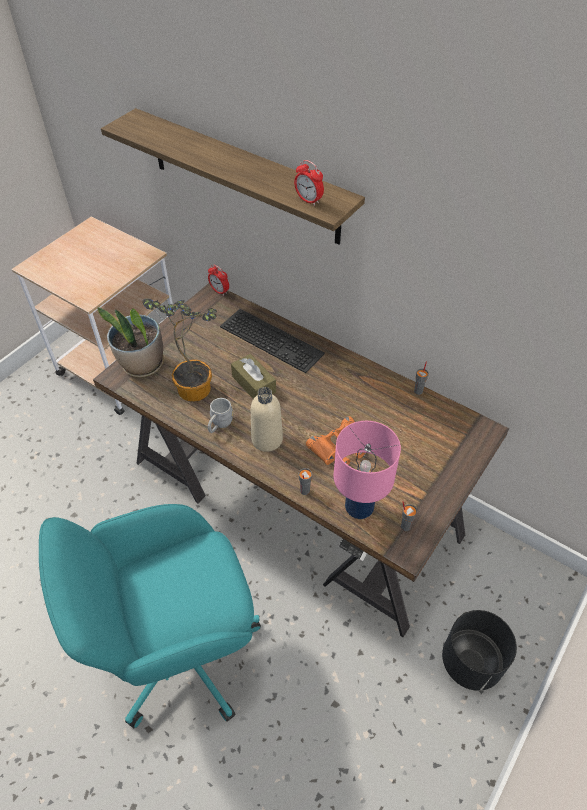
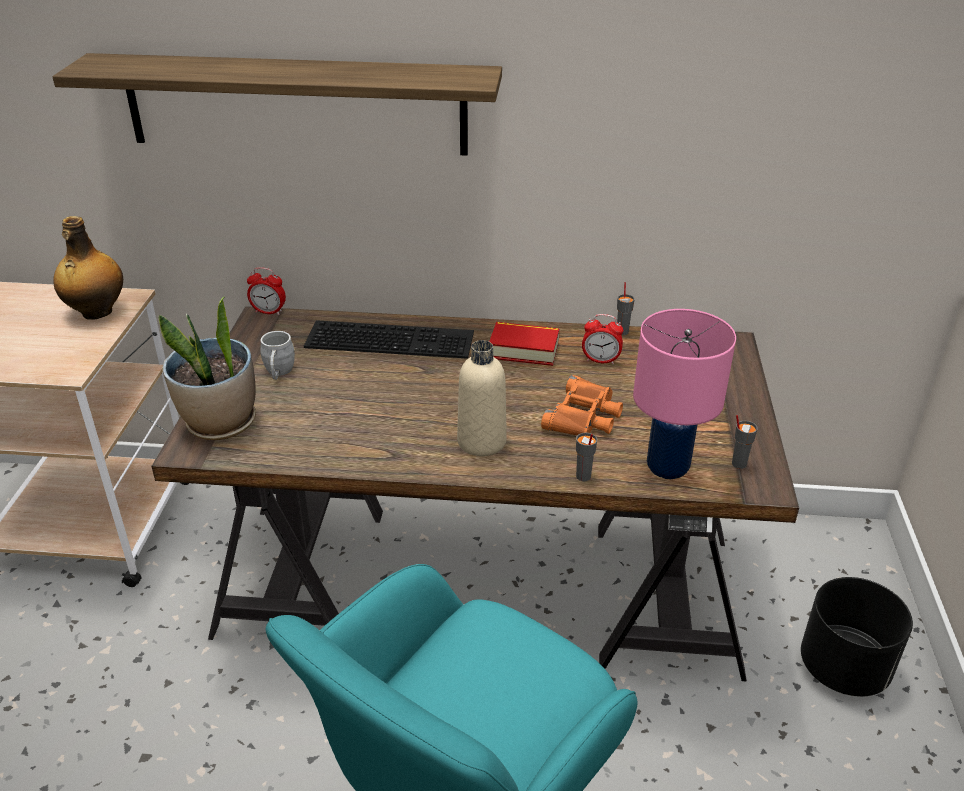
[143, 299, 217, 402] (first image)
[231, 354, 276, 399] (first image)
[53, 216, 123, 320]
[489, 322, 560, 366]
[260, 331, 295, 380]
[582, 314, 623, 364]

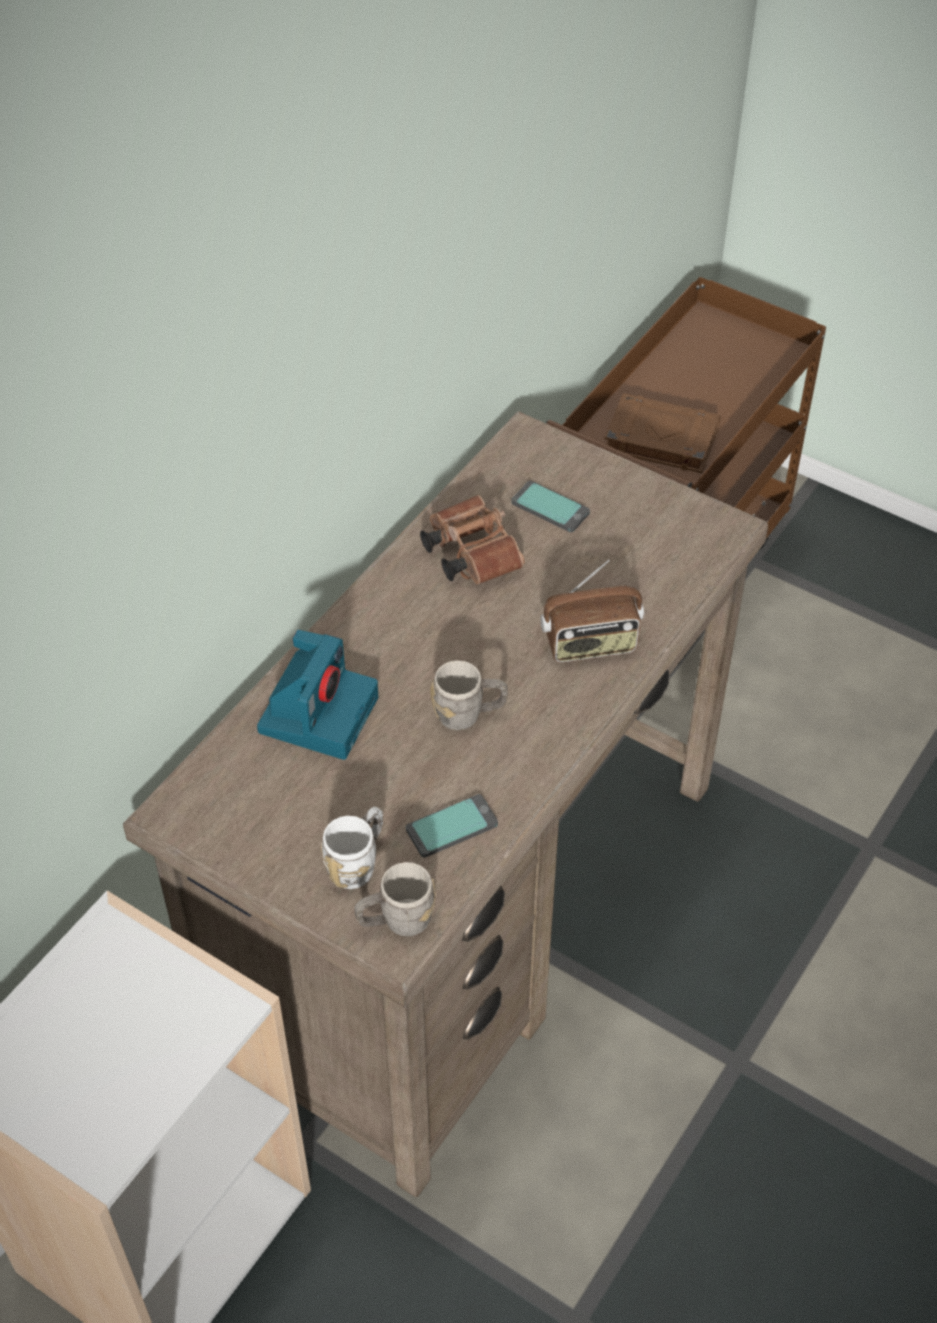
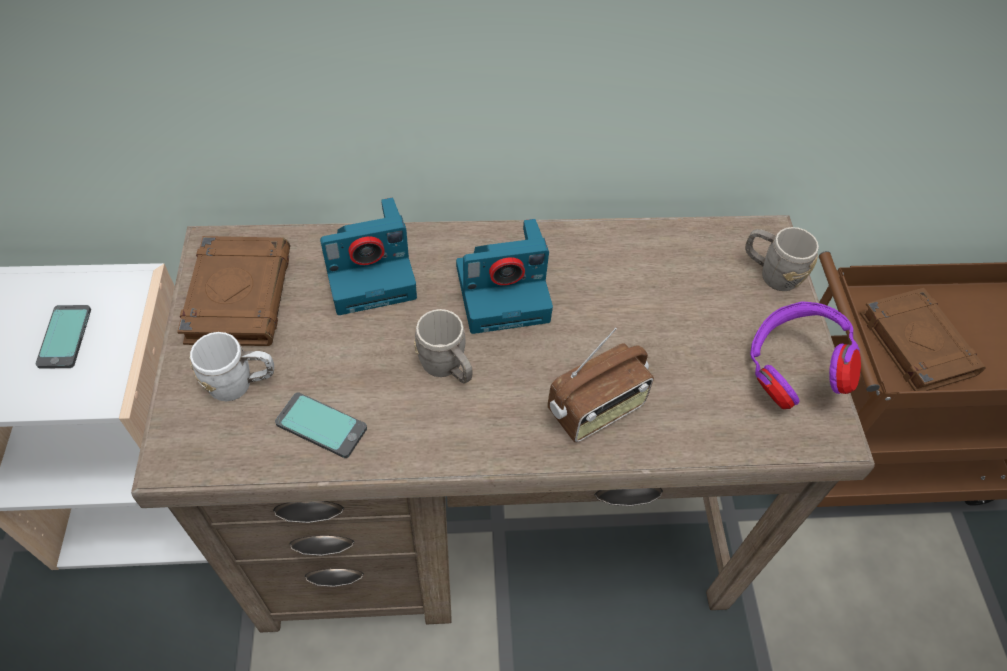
[420, 495, 525, 585] (first image)
[177, 236, 290, 346]
[456, 219, 553, 334]
[750, 302, 861, 409]
[745, 227, 819, 291]
[35, 305, 91, 369]
[547, 328, 654, 442]

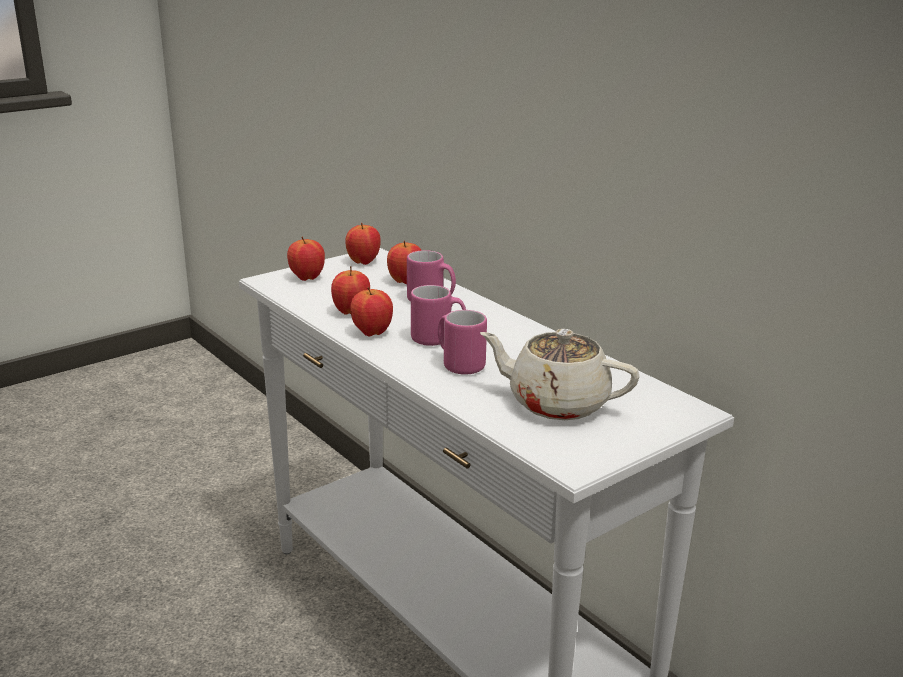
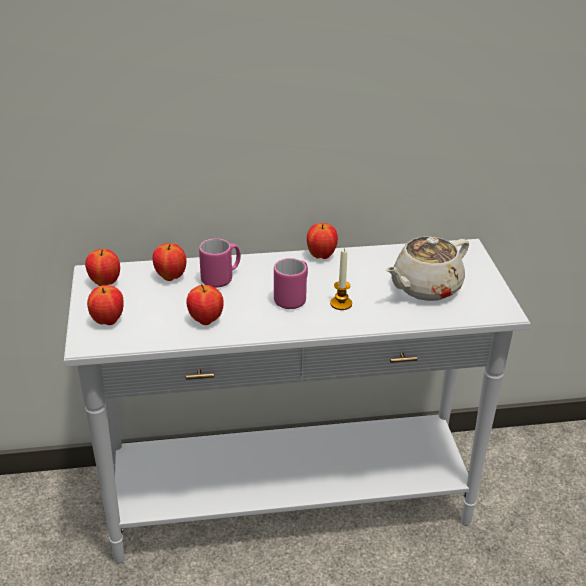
[307, 223, 338, 259]
[330, 249, 352, 310]

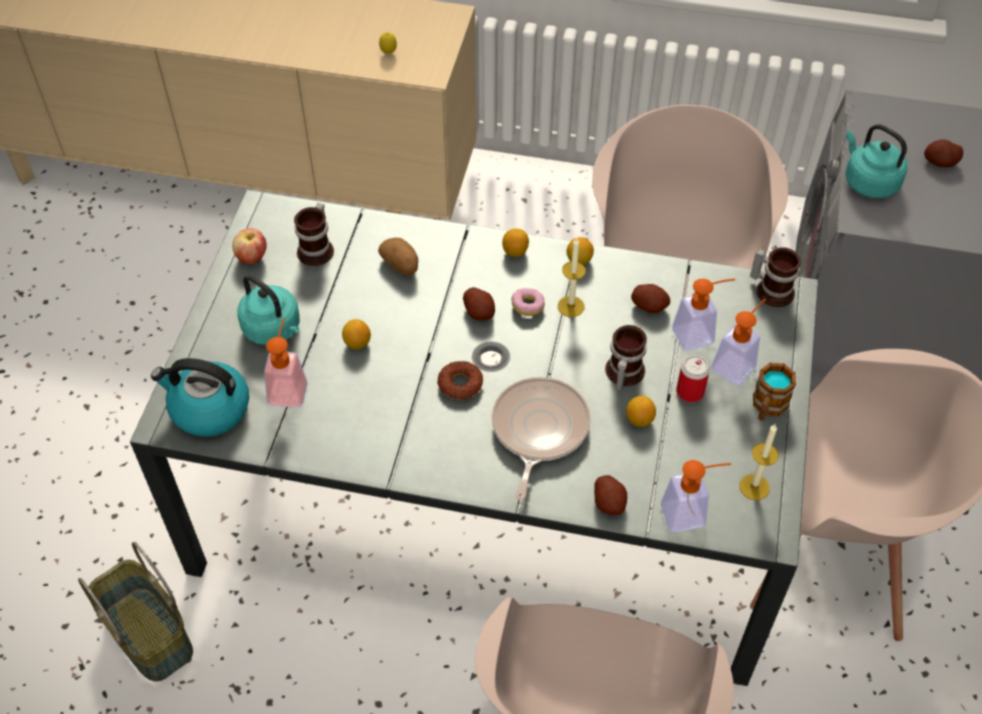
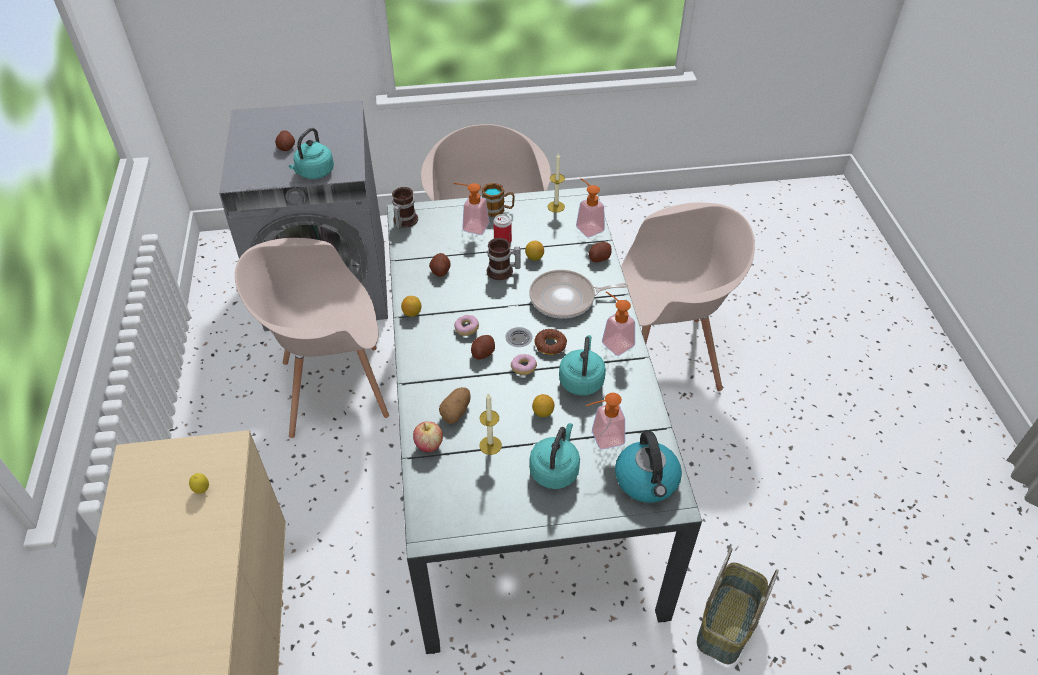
[294, 203, 334, 266] (first image)
[502, 229, 529, 257] (first image)
[511, 354, 537, 375]
[559, 335, 606, 396]
[413, 421, 443, 452]
[479, 393, 502, 455]
[602, 291, 635, 356]

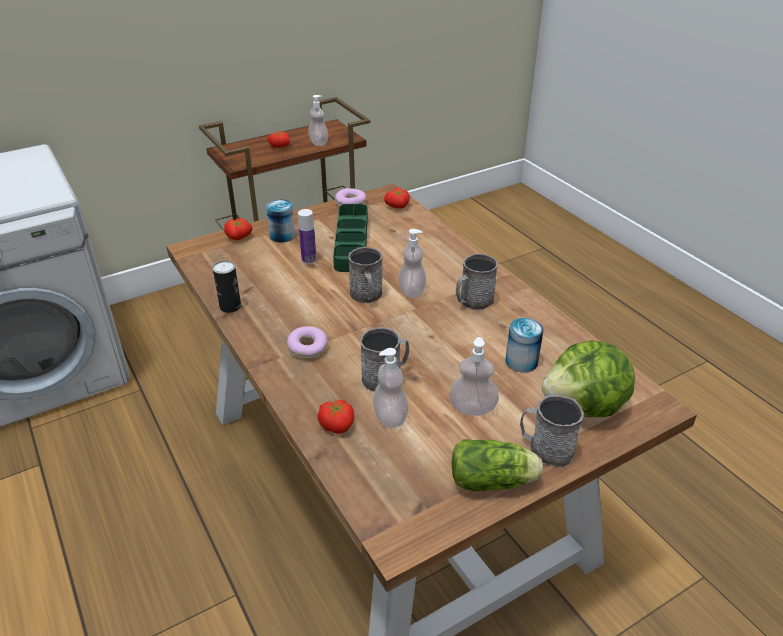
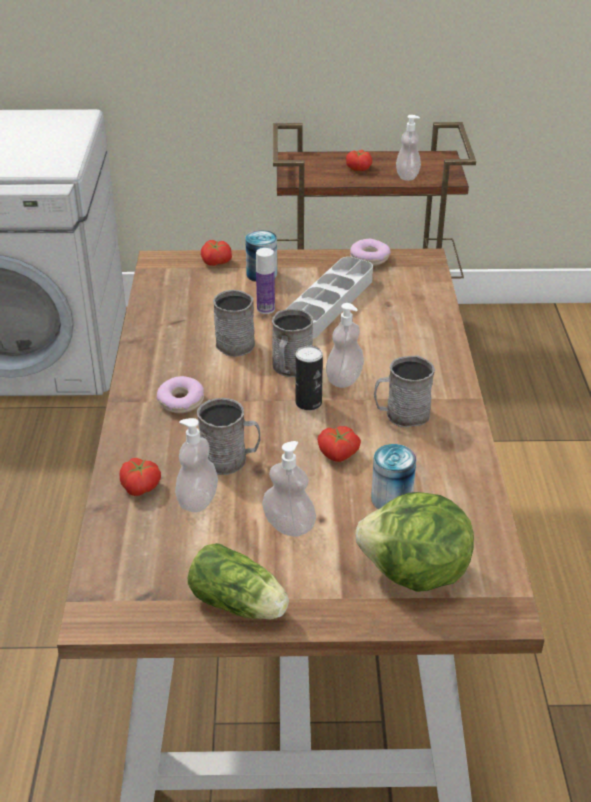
[295, 345, 323, 410]
[317, 426, 361, 462]
[213, 290, 255, 357]
[286, 257, 373, 339]

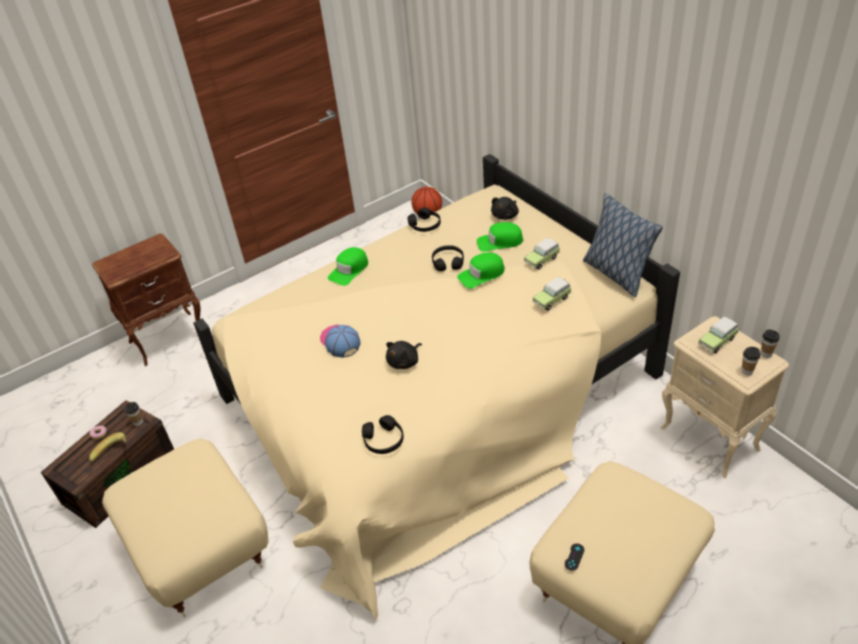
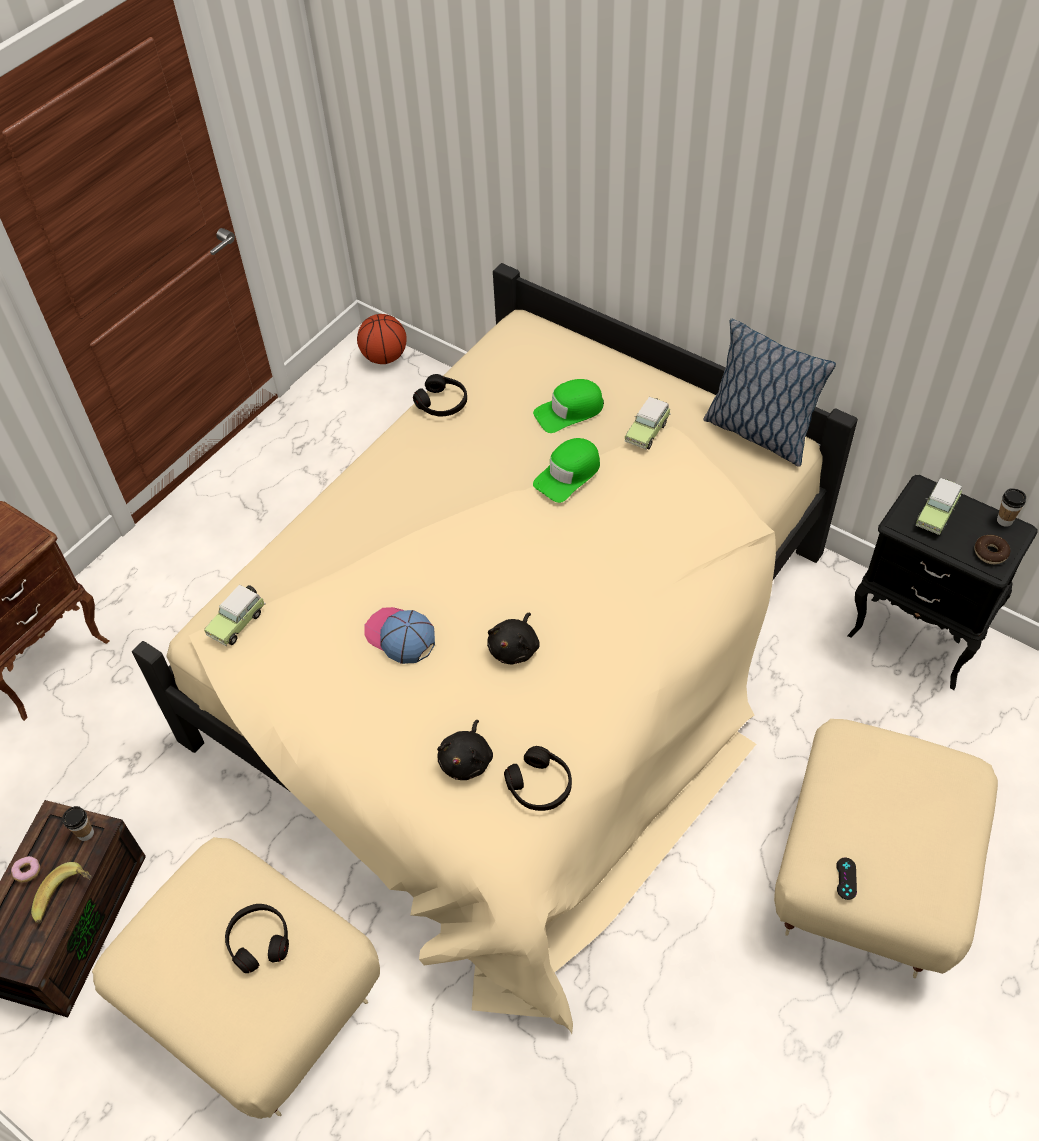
[328, 247, 368, 286] (first image)
[225, 904, 289, 973]
[437, 720, 493, 780]
[204, 585, 265, 646]
[974, 535, 1010, 564]
[847, 475, 1038, 690]

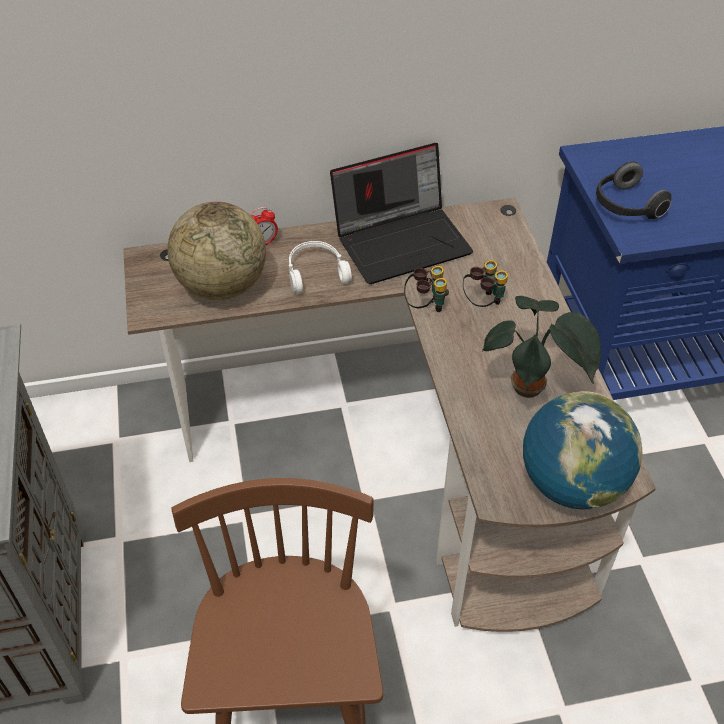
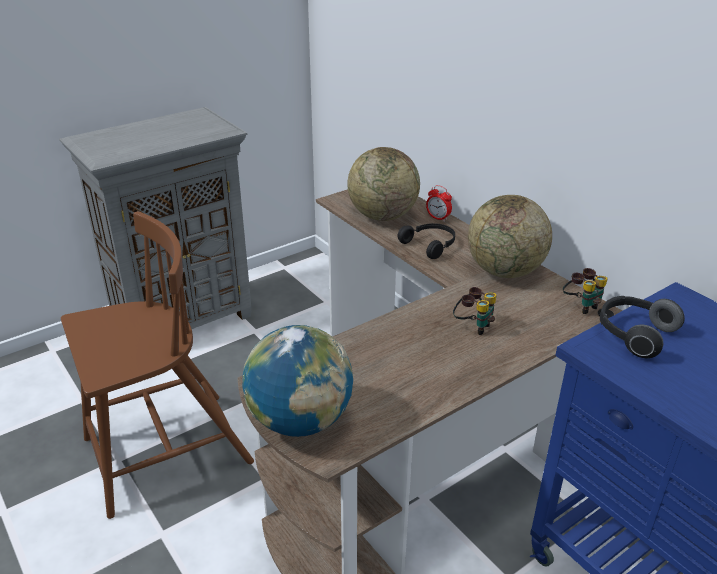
[482, 296, 601, 398] (first image)
[563, 268, 608, 314]
[468, 195, 552, 278]
[398, 223, 455, 259]

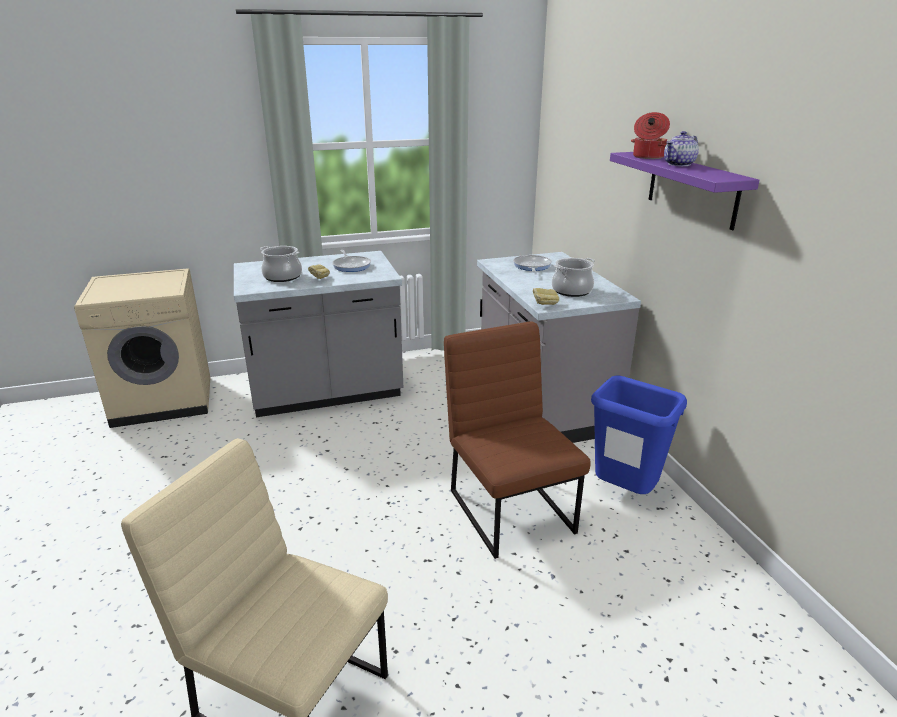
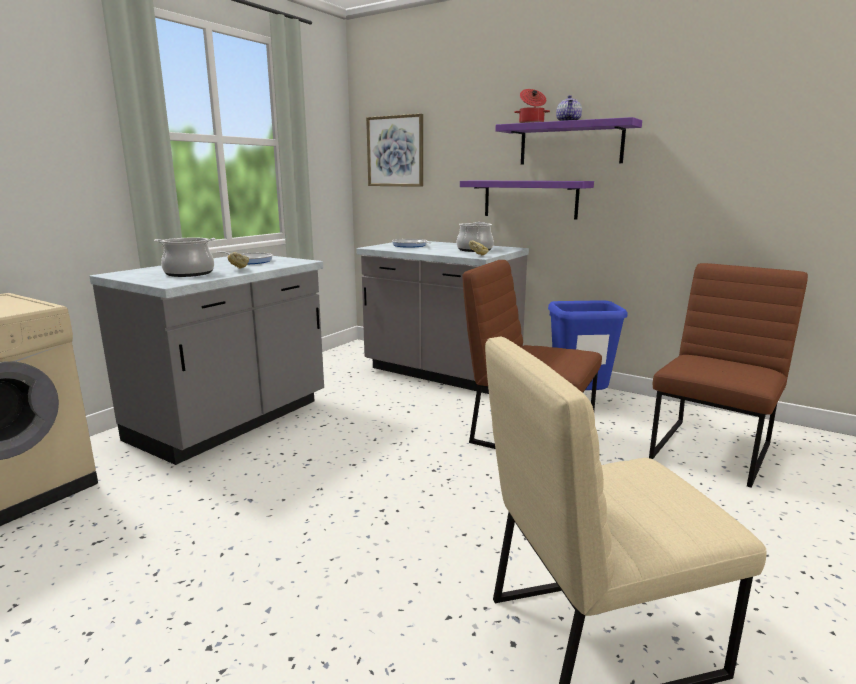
[366, 114, 423, 187]
[460, 181, 594, 220]
[649, 263, 808, 488]

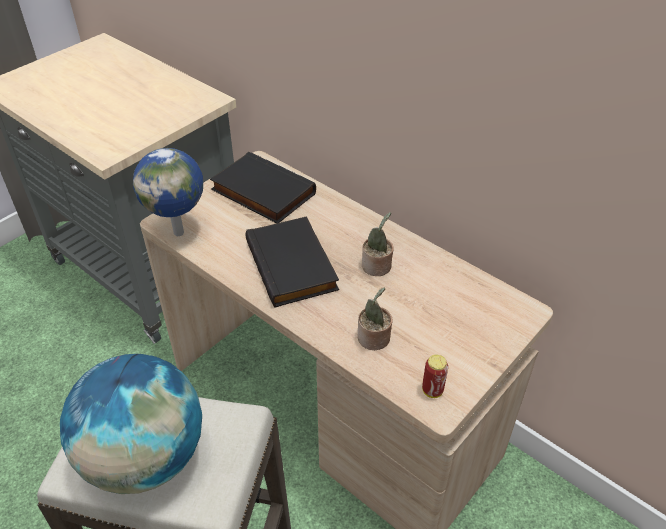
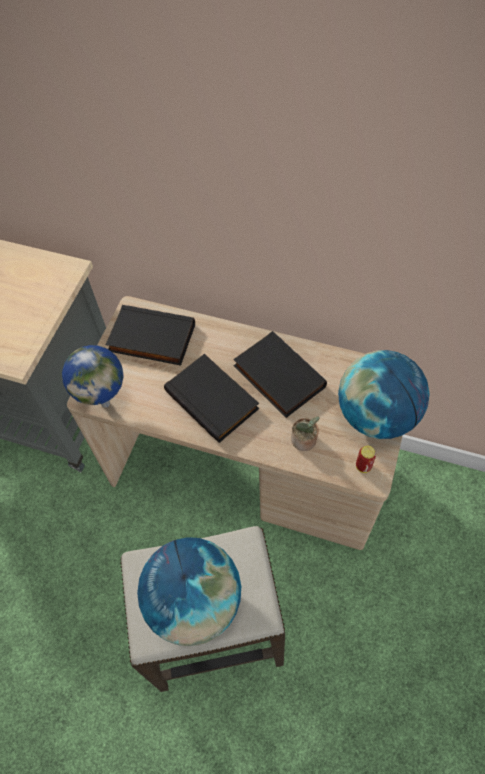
[338, 350, 429, 439]
[233, 331, 327, 418]

